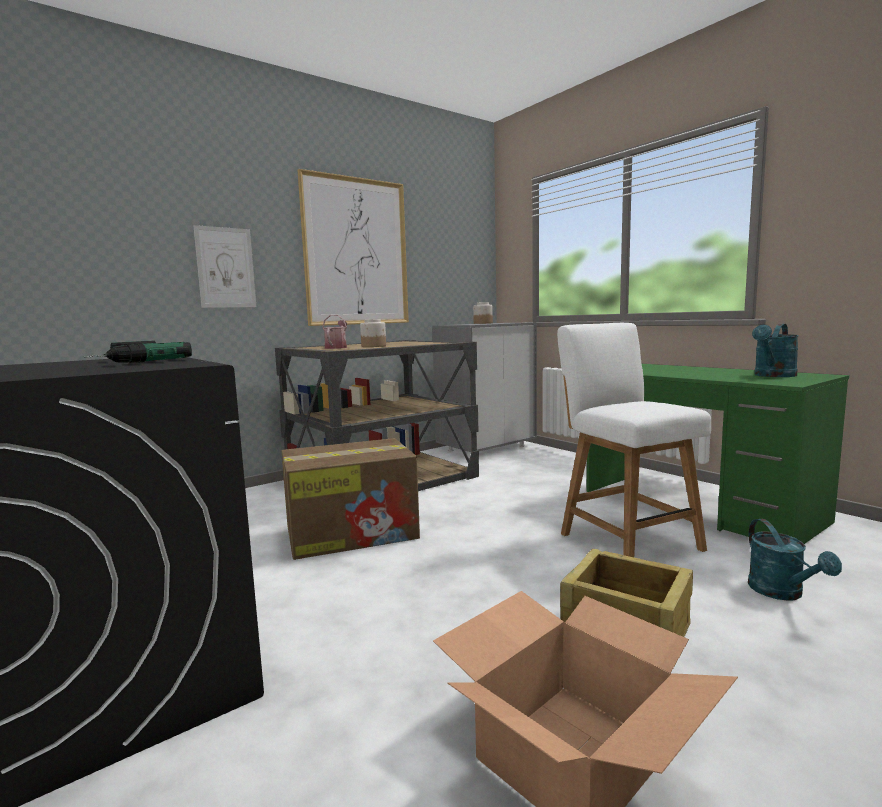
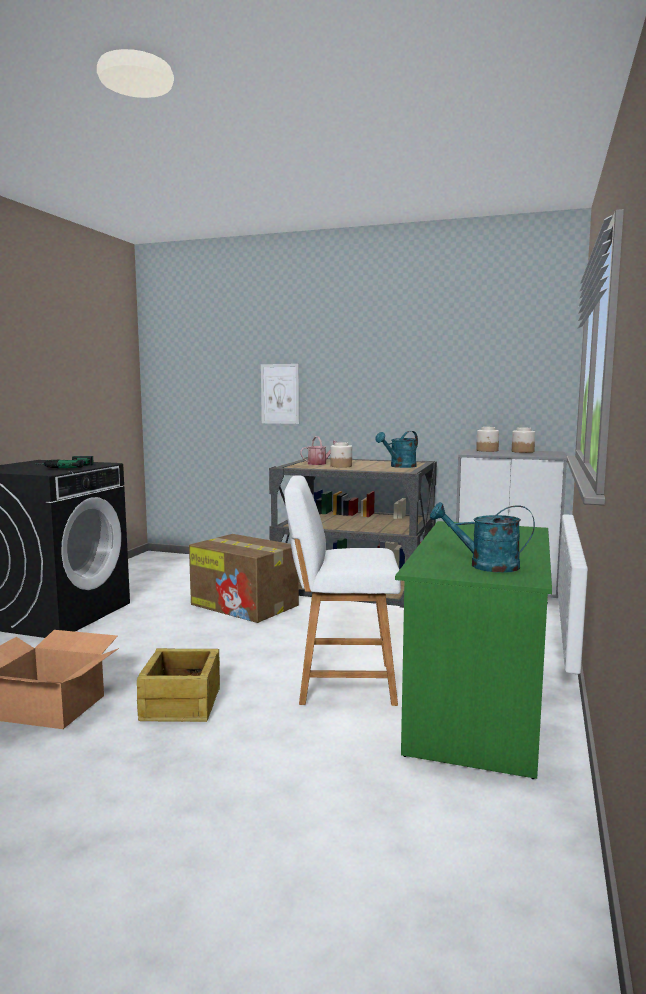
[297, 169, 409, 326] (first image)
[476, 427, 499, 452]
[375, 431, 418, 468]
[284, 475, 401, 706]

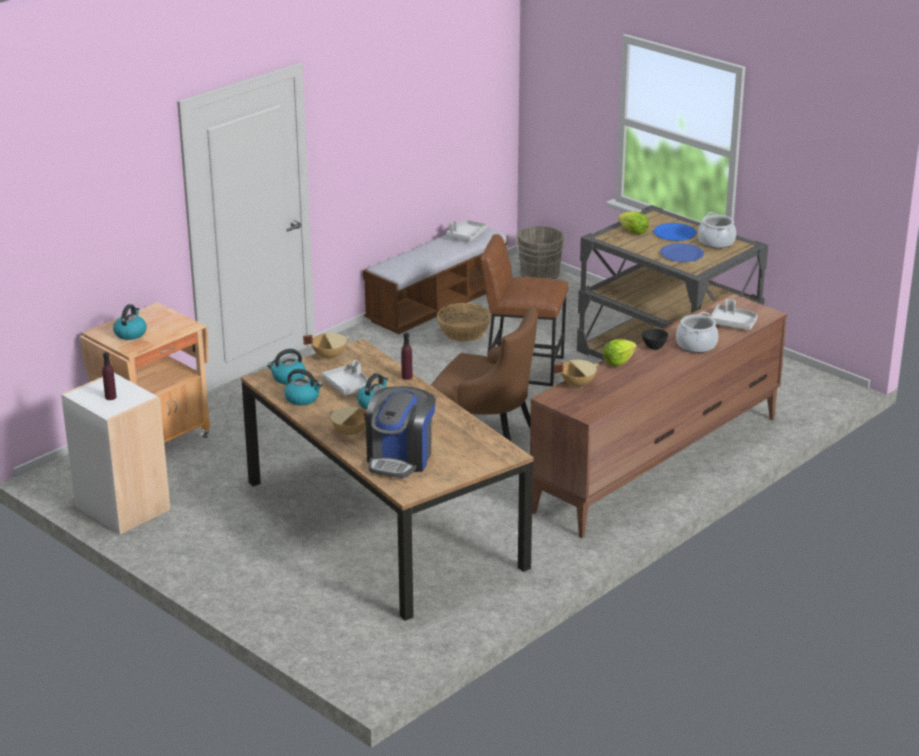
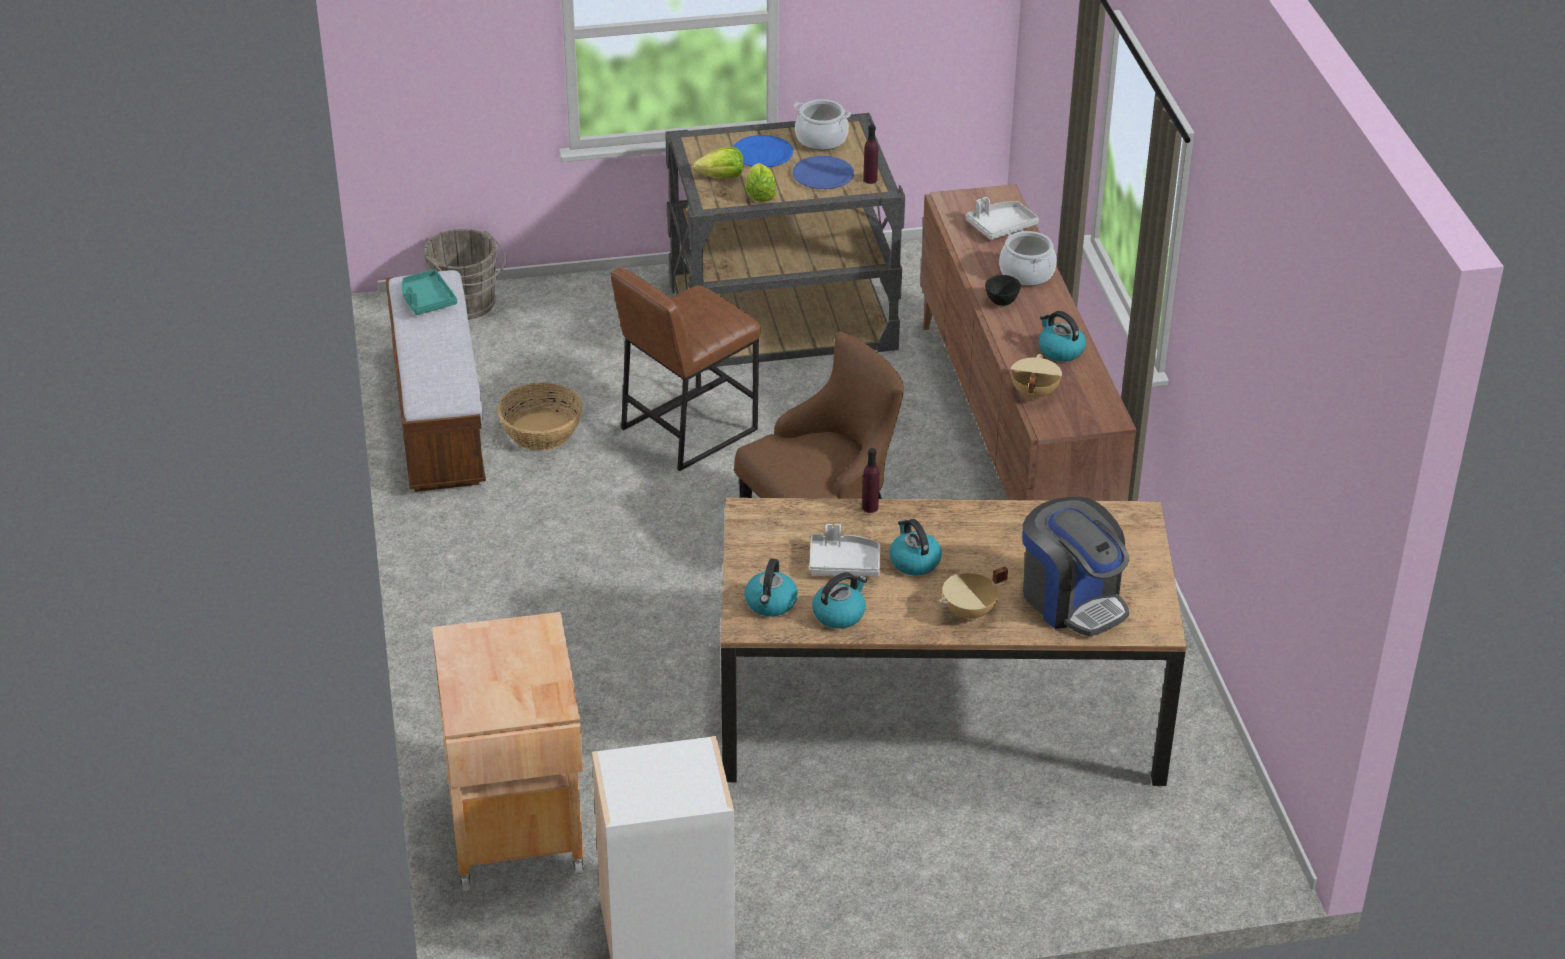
[303, 333, 350, 360] (first image)
[863, 124, 878, 184]
[1038, 311, 1086, 362]
[745, 163, 776, 202]
[402, 269, 457, 315]

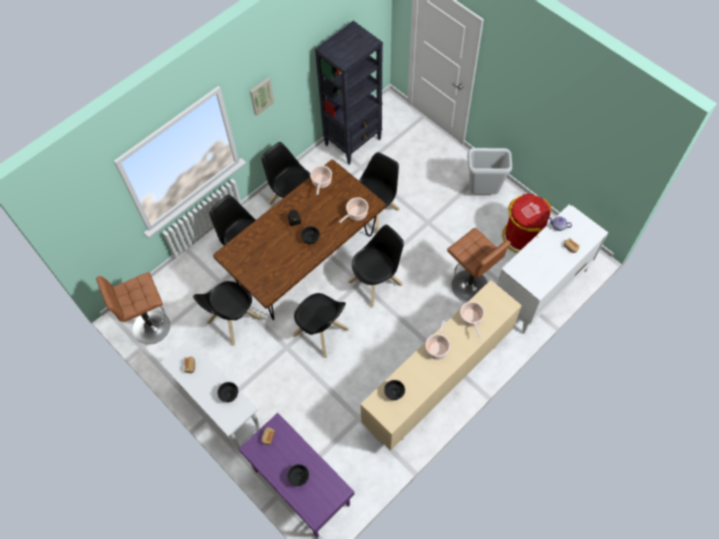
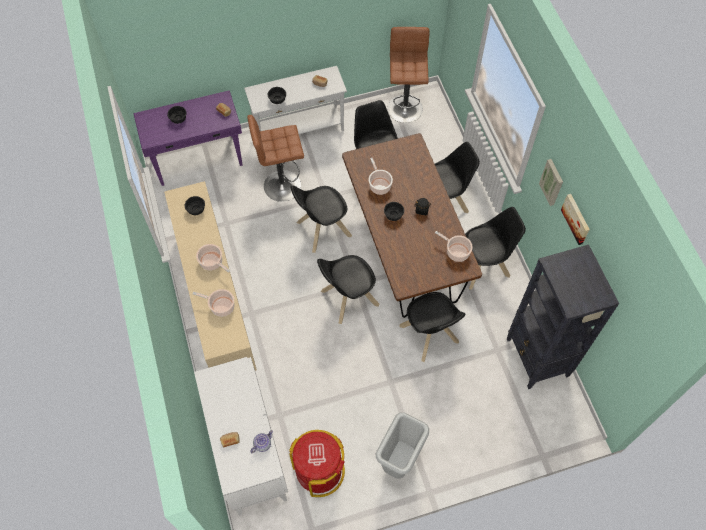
[561, 194, 590, 245]
[368, 158, 393, 195]
[247, 115, 304, 202]
[317, 255, 379, 324]

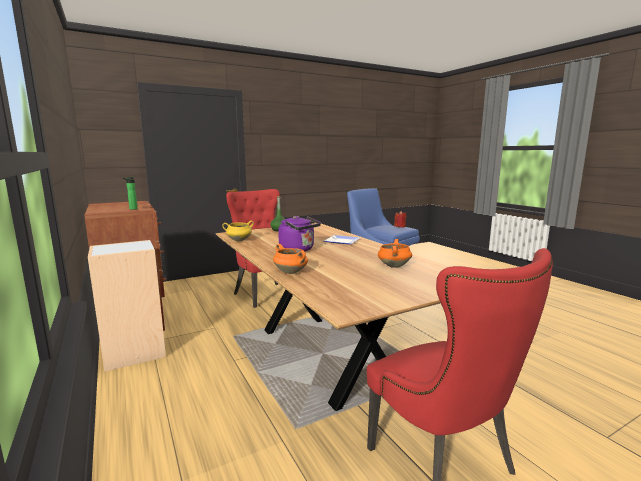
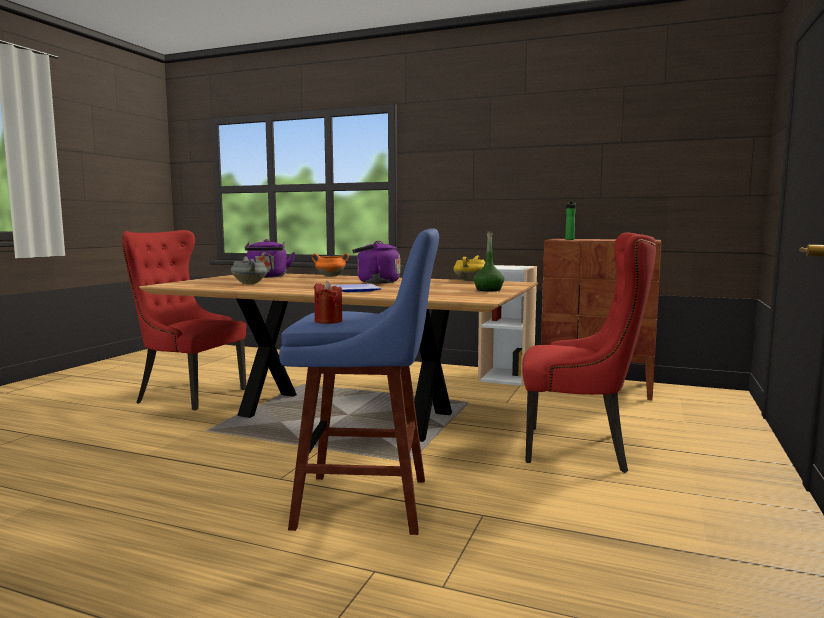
[245, 239, 295, 278]
[231, 257, 268, 285]

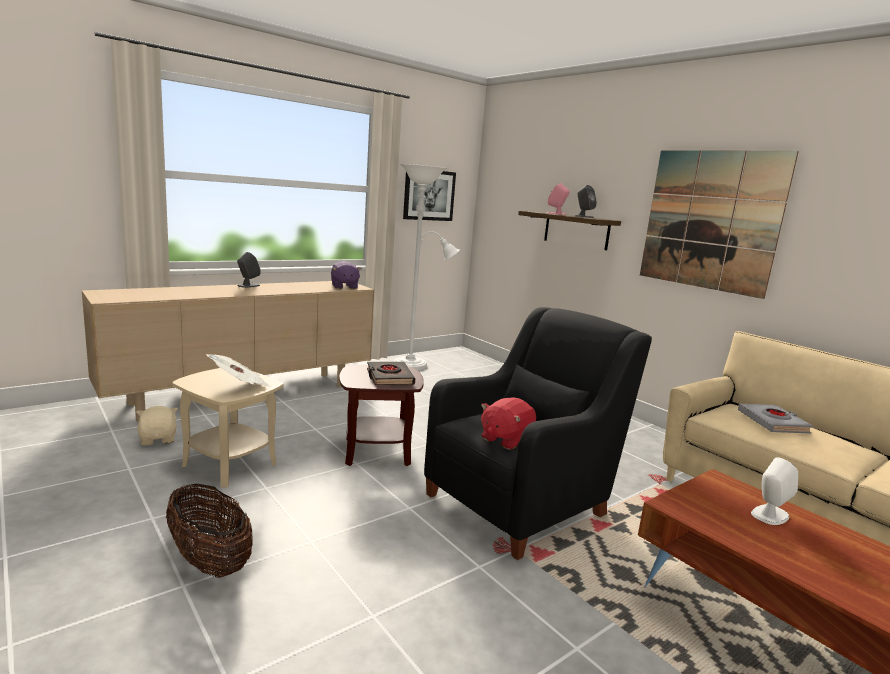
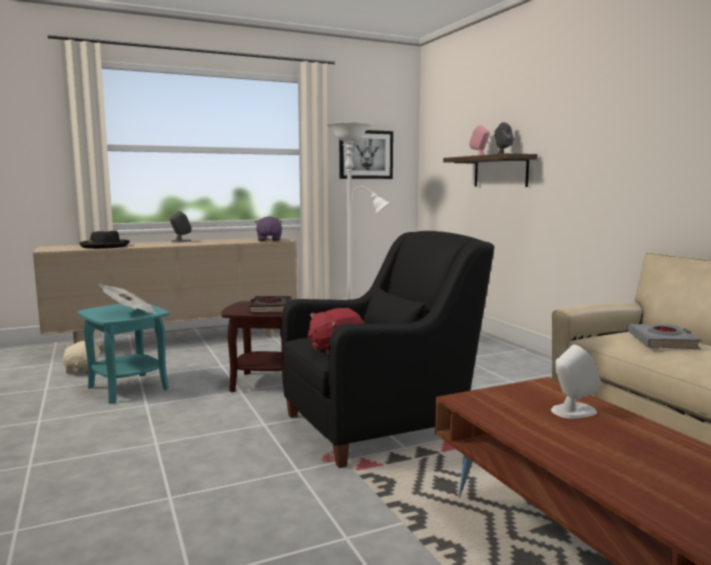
[166, 484, 252, 578] (first image)
[640, 150, 799, 299] (first image)
[79, 230, 130, 249]
[77, 304, 170, 404]

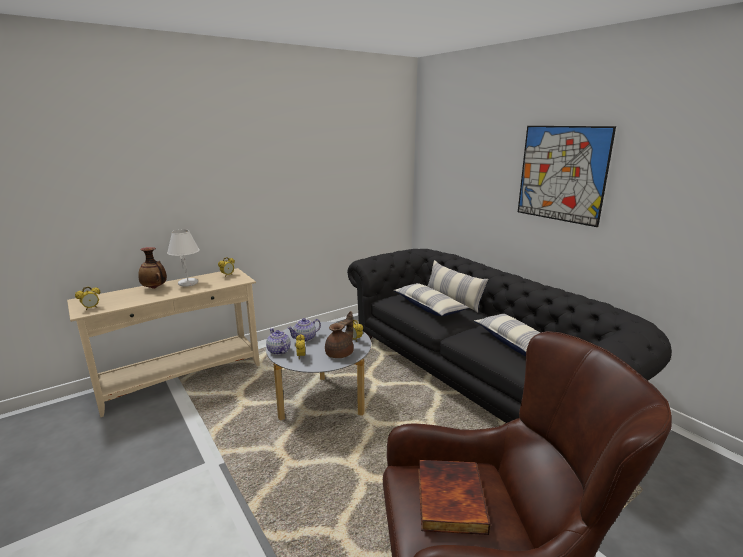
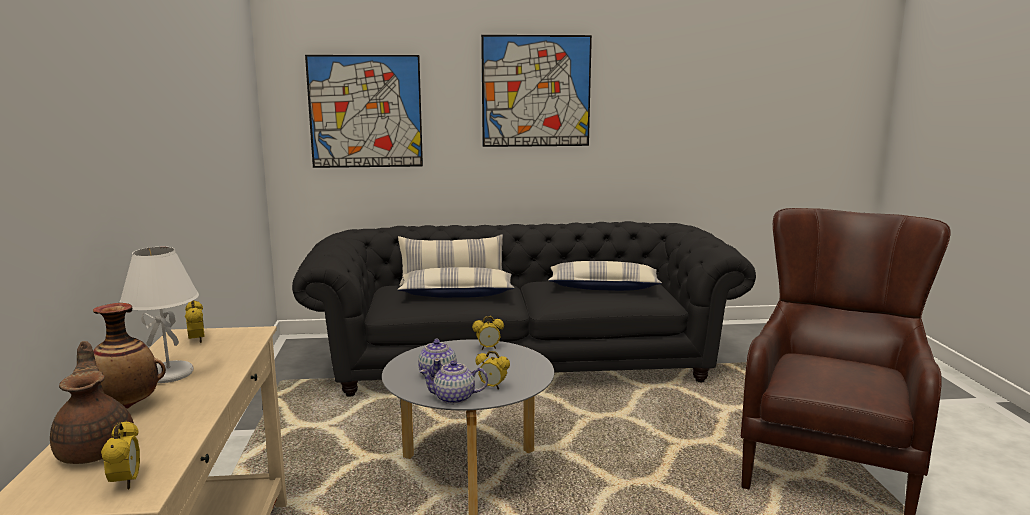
[418, 460, 491, 535] (first image)
[305, 55, 423, 168]
[50, 341, 134, 464]

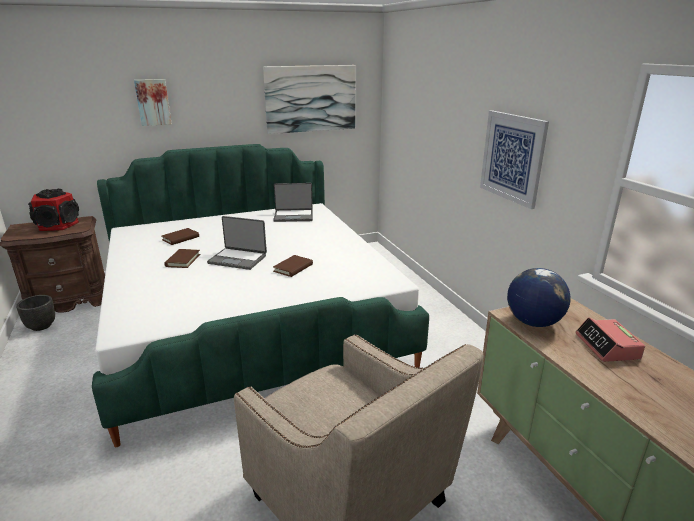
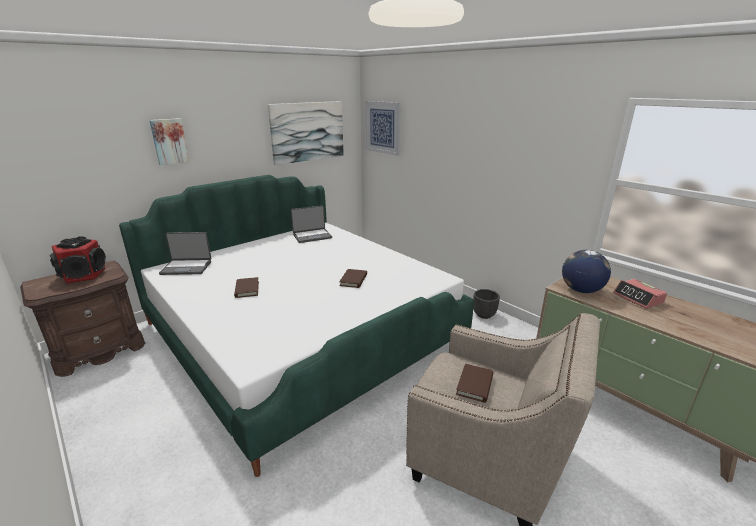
[473, 289, 500, 319]
[456, 364, 493, 403]
[159, 232, 211, 275]
[366, 101, 401, 156]

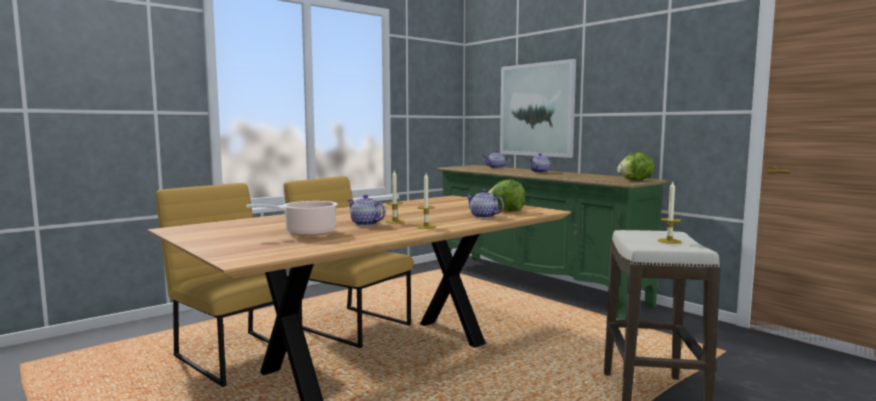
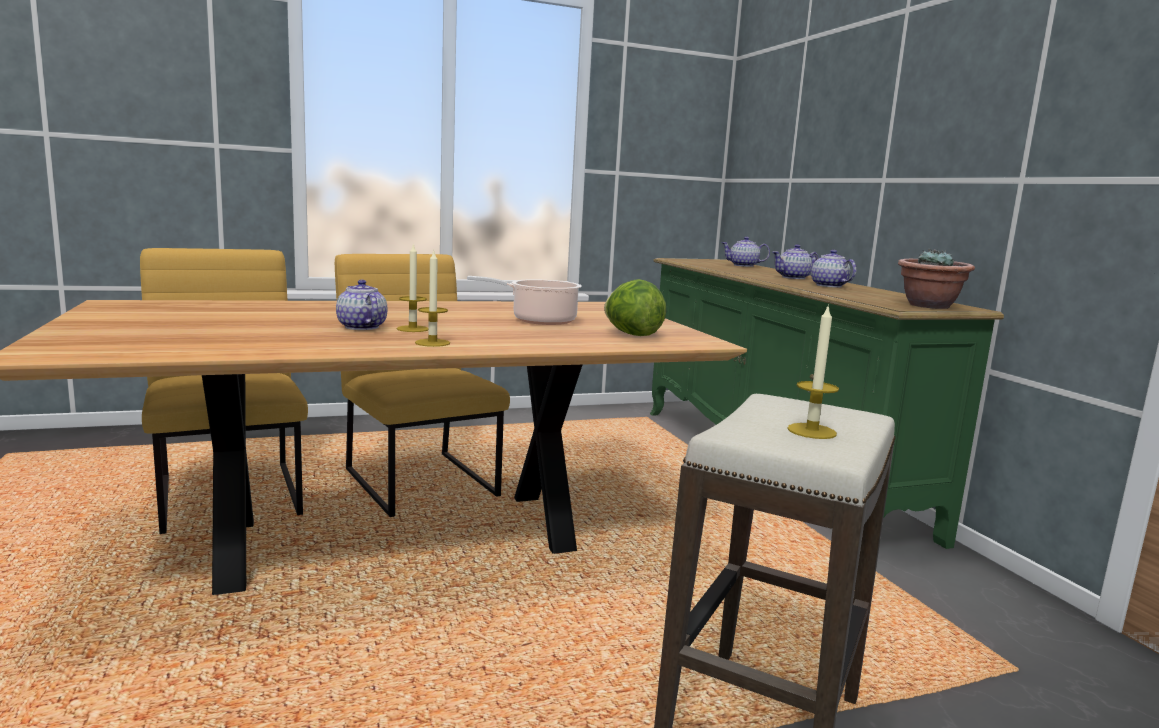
[500, 59, 576, 158] (first image)
[467, 276, 582, 325]
[810, 250, 857, 287]
[898, 249, 975, 309]

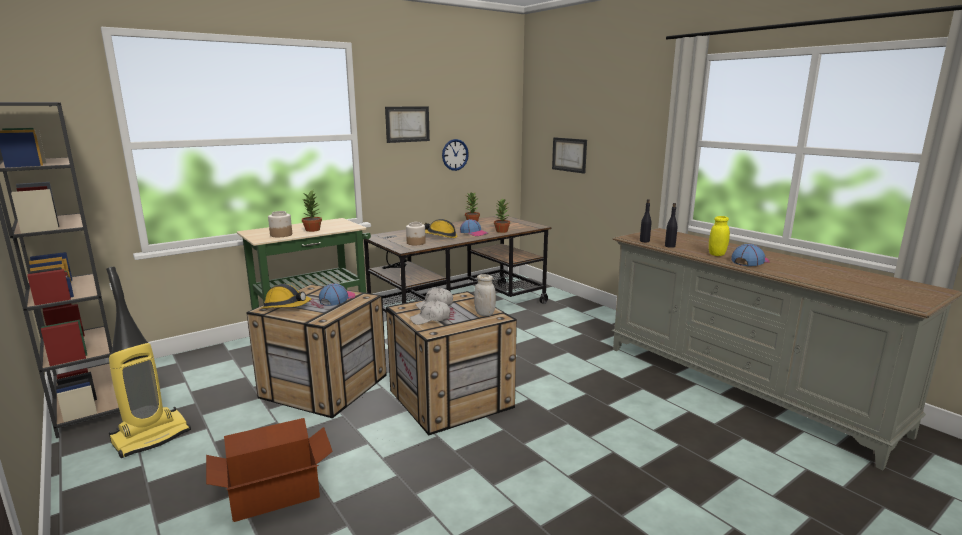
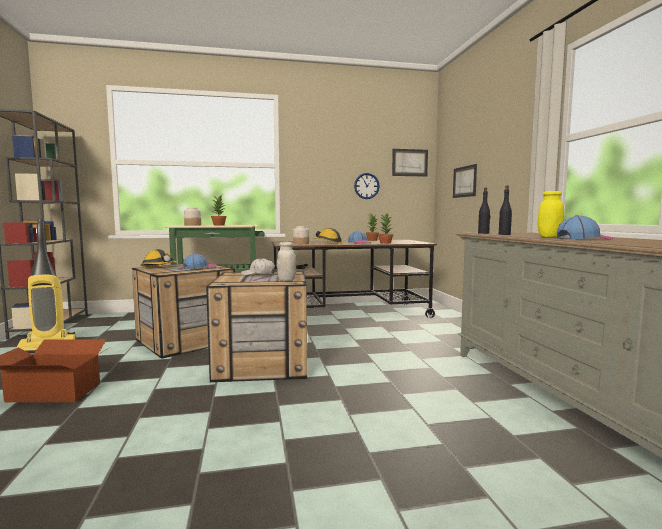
[410, 300, 450, 325] (first image)
[392, 149, 428, 177]

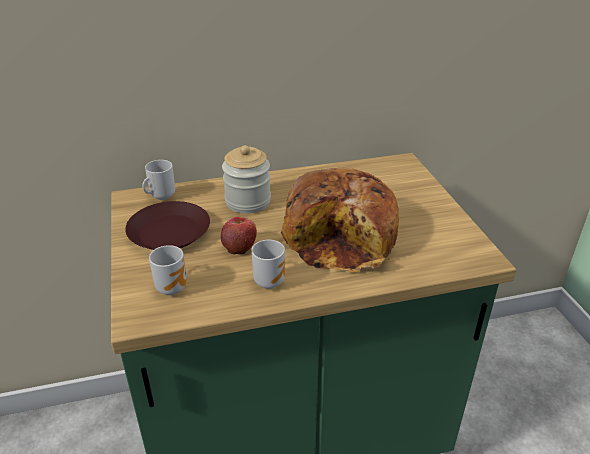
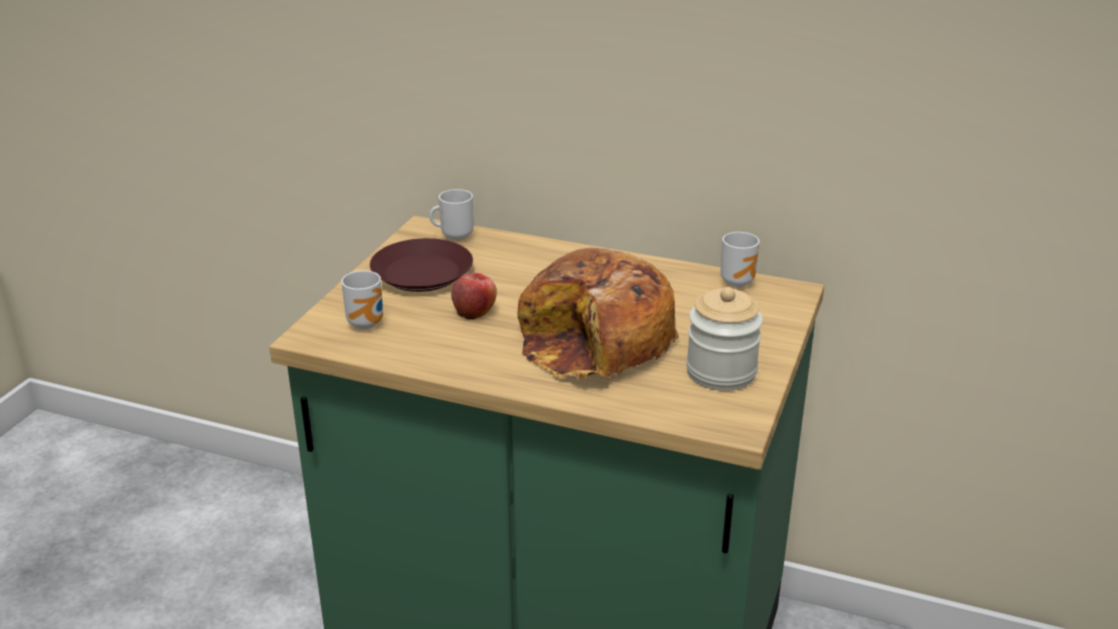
[686, 287, 763, 391]
[720, 232, 760, 287]

